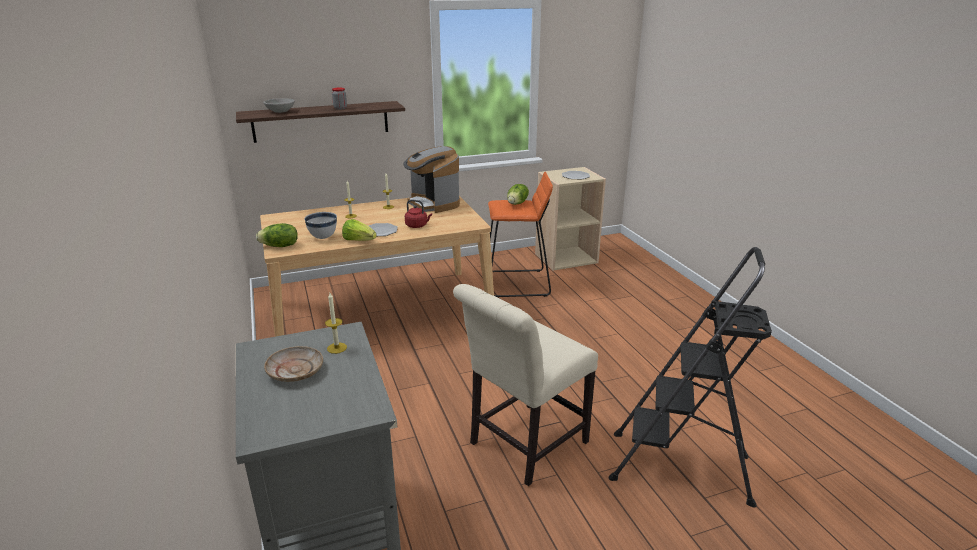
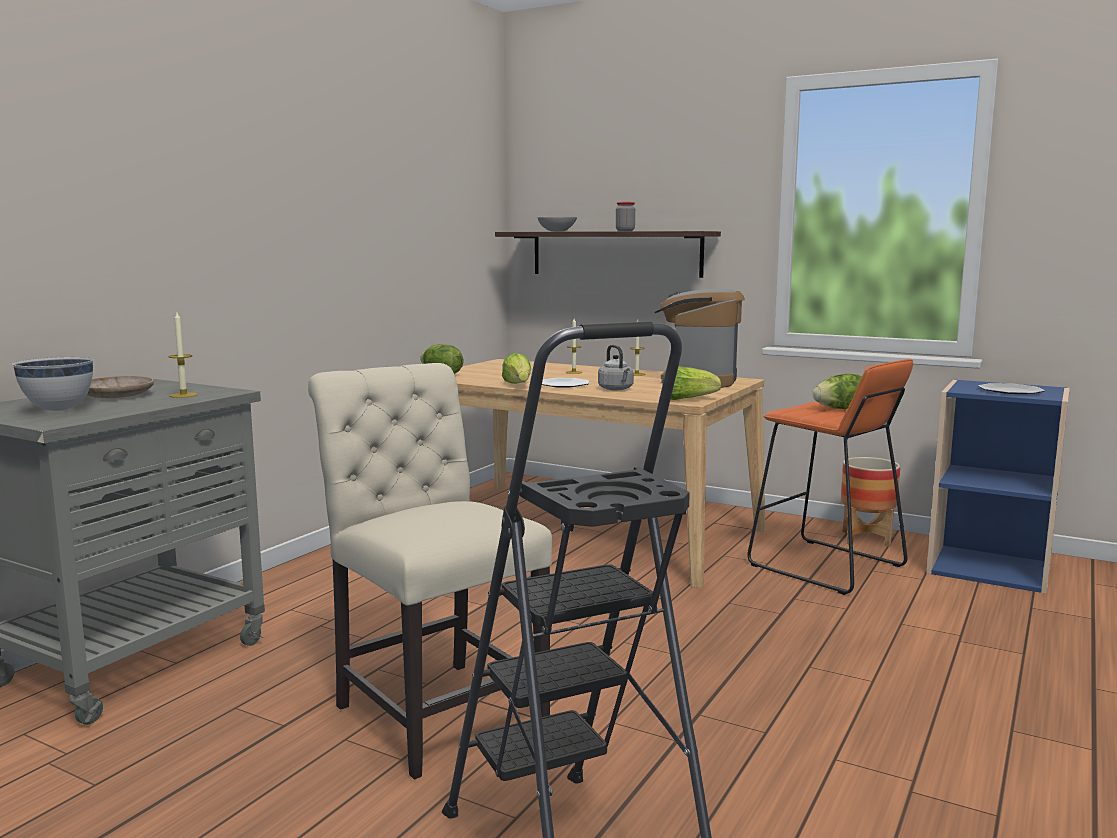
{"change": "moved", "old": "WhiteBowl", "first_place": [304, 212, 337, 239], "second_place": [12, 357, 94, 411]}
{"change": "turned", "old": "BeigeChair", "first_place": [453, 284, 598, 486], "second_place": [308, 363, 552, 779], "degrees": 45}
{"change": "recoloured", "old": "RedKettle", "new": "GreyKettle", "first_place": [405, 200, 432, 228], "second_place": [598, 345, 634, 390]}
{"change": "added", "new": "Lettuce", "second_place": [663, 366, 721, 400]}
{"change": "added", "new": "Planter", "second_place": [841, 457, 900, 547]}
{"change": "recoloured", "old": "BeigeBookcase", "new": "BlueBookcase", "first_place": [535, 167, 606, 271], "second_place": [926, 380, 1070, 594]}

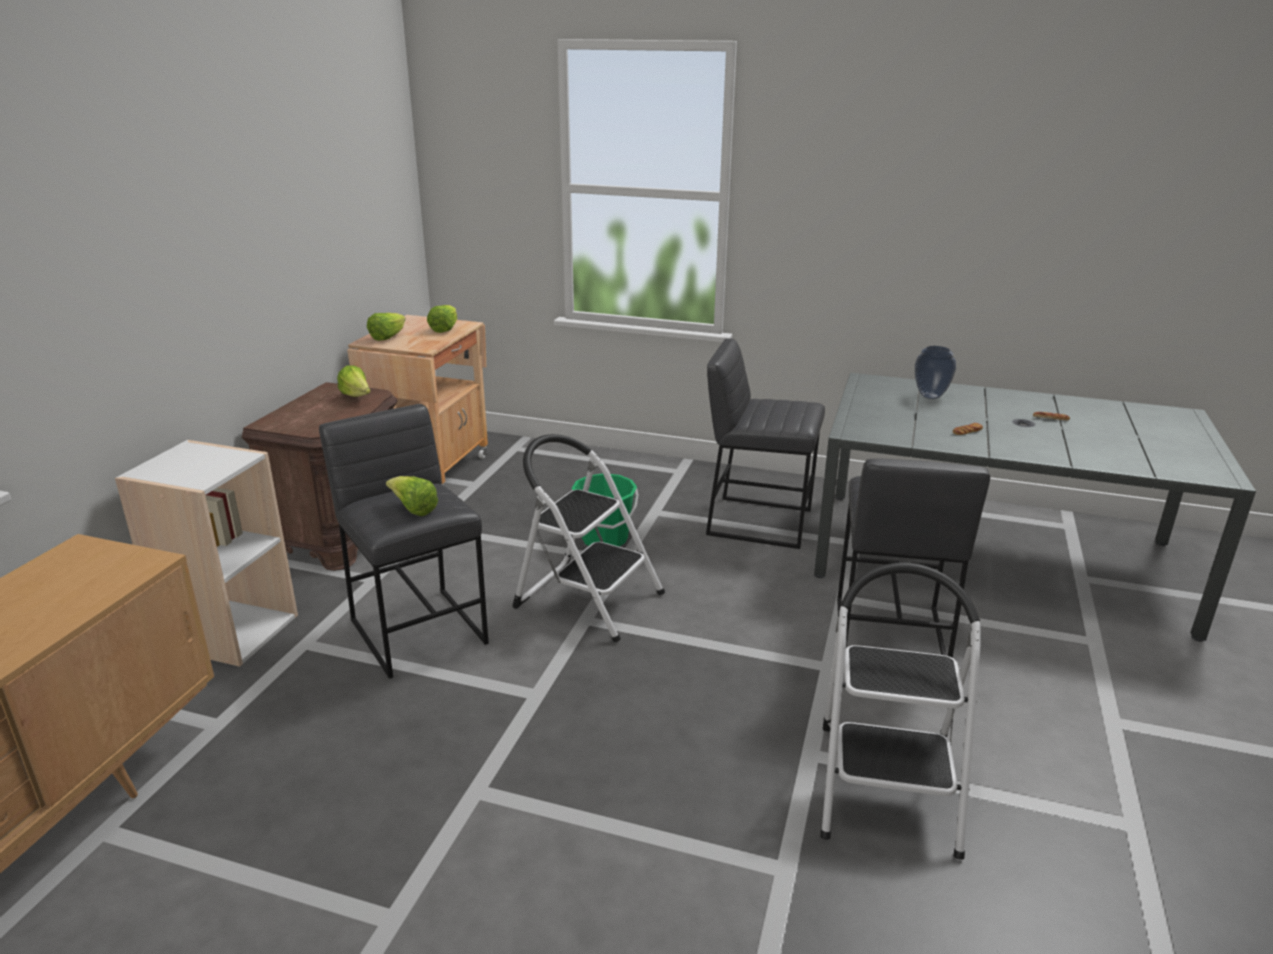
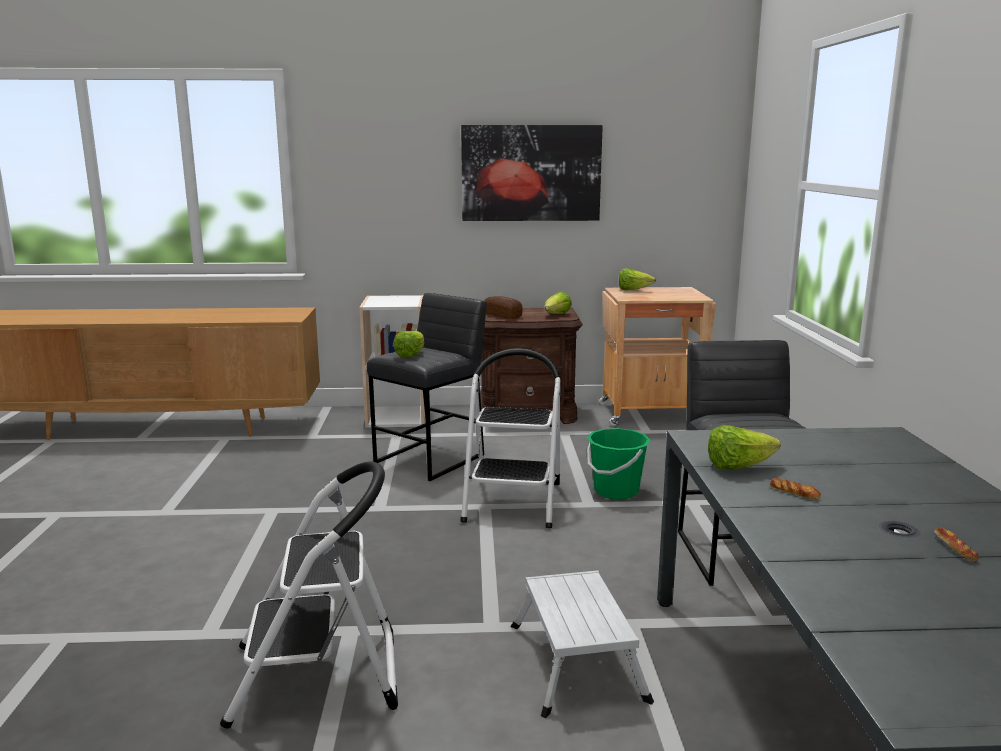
{"change": "added", "new": "Picture", "second_place": [461, 125, 603, 221]}
{"change": "added", "new": "Bread", "second_place": [485, 296, 523, 319]}
{"change": "replaced", "old": "GreyStool", "new": "WhiteStepLadder", "first_place": [837, 458, 990, 658], "second_place": [510, 570, 654, 718]}
{"change": "moved", "old": "Lettuce", "first_place": [427, 305, 457, 333], "second_place": [708, 425, 781, 470]}
{"change": "removed", "old": "Vase", "first_place": [915, 346, 956, 399]}

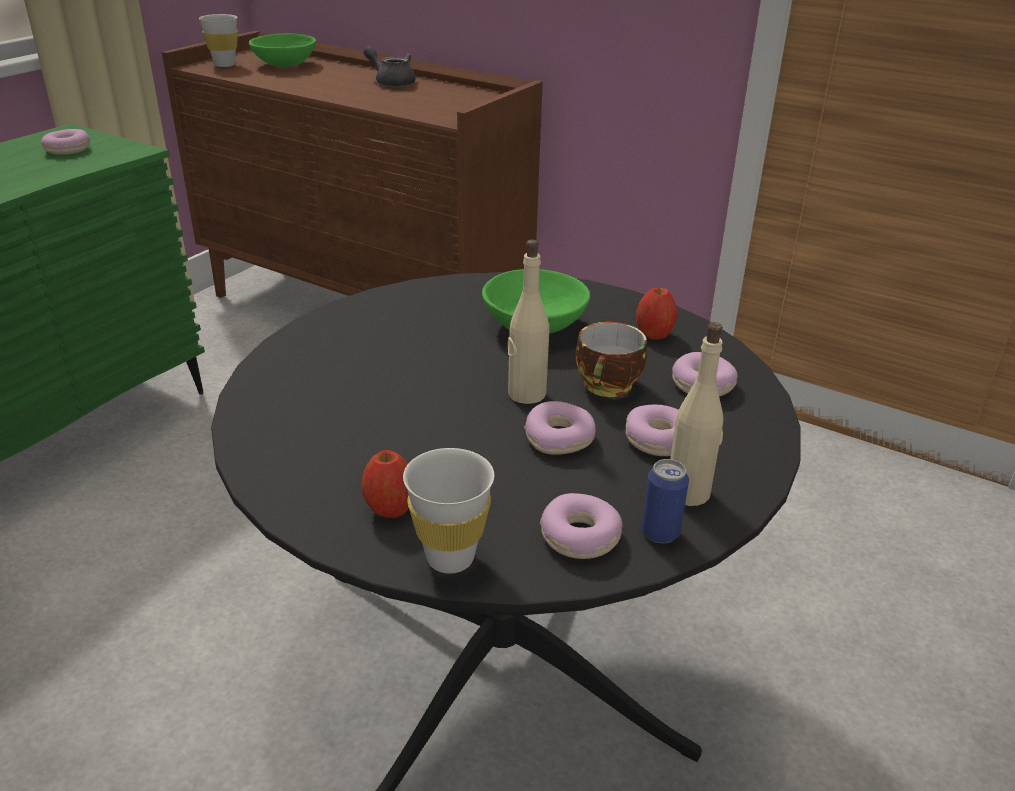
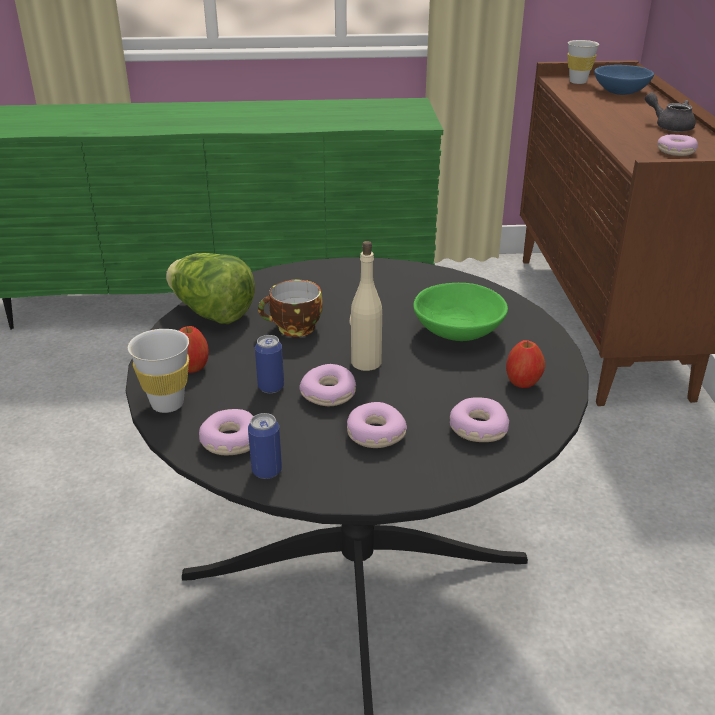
{"change": "added", "new": "Lettuce", "second_place": [166, 253, 255, 324]}
{"change": "added", "new": "Can", "second_place": [255, 335, 284, 393]}
{"change": "moved", "old": "Cup", "first_place": [576, 322, 647, 397], "second_place": [258, 280, 323, 337]}
{"change": "recoloured", "old": "GreenBowl", "new": "BlueBowl", "first_place": [249, 33, 316, 67], "second_place": [594, 65, 654, 95]}
{"change": "turned", "old": "GreyTeapot", "first_place": [364, 46, 415, 87], "second_place": [645, 92, 695, 132], "degrees": -45}
{"change": "moved", "old": "Donut", "first_place": [41, 129, 90, 155], "second_place": [657, 135, 698, 156]}
{"change": "removed", "old": "BeigeBottle", "first_place": [670, 322, 723, 506]}

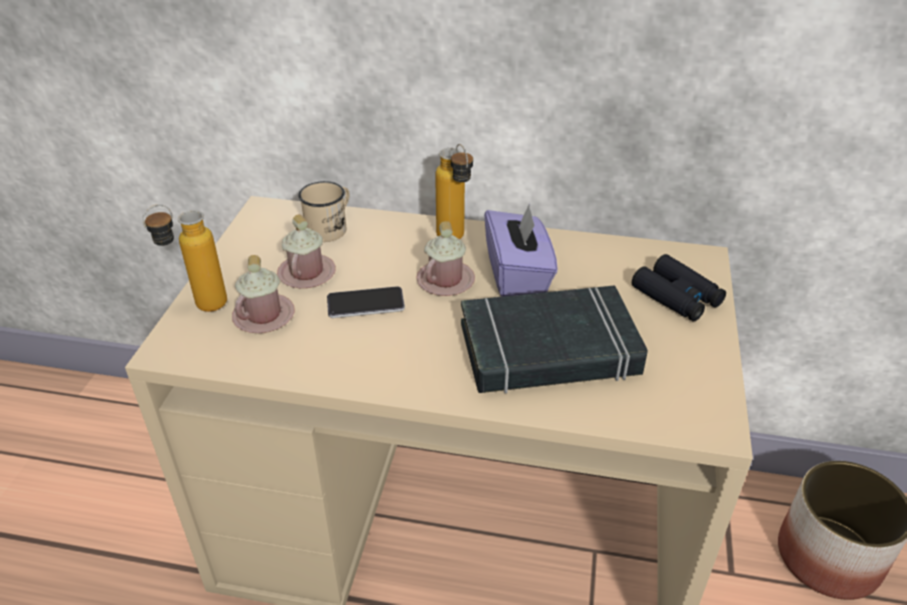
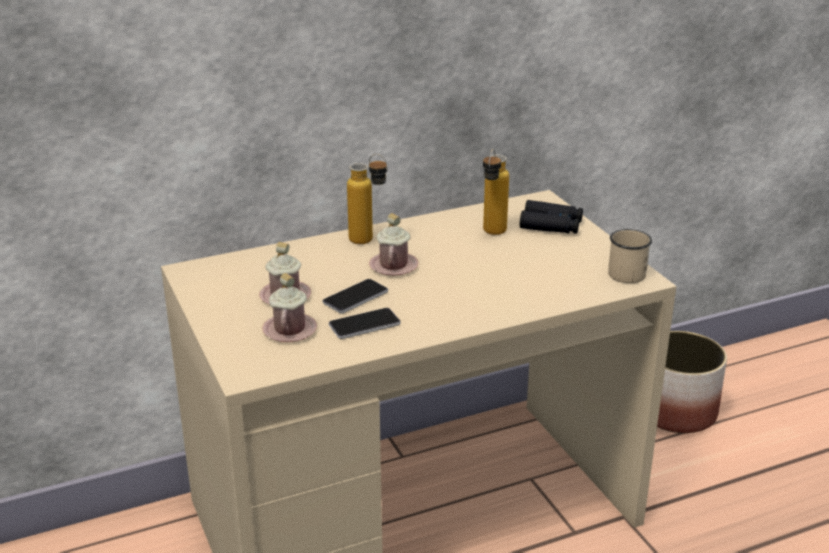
{"change": "added", "new": "Phone", "second_place": [329, 308, 401, 339]}
{"change": "moved", "old": "Bottle", "first_place": [142, 204, 227, 312], "second_place": [483, 149, 509, 235]}
{"change": "moved", "old": "BeigeMug", "first_place": [298, 181, 349, 242], "second_place": [608, 229, 652, 283]}
{"change": "removed", "old": "BlackBook", "first_place": [461, 285, 648, 394]}
{"change": "removed", "old": "PurpleTissueBox", "first_place": [484, 203, 558, 297]}

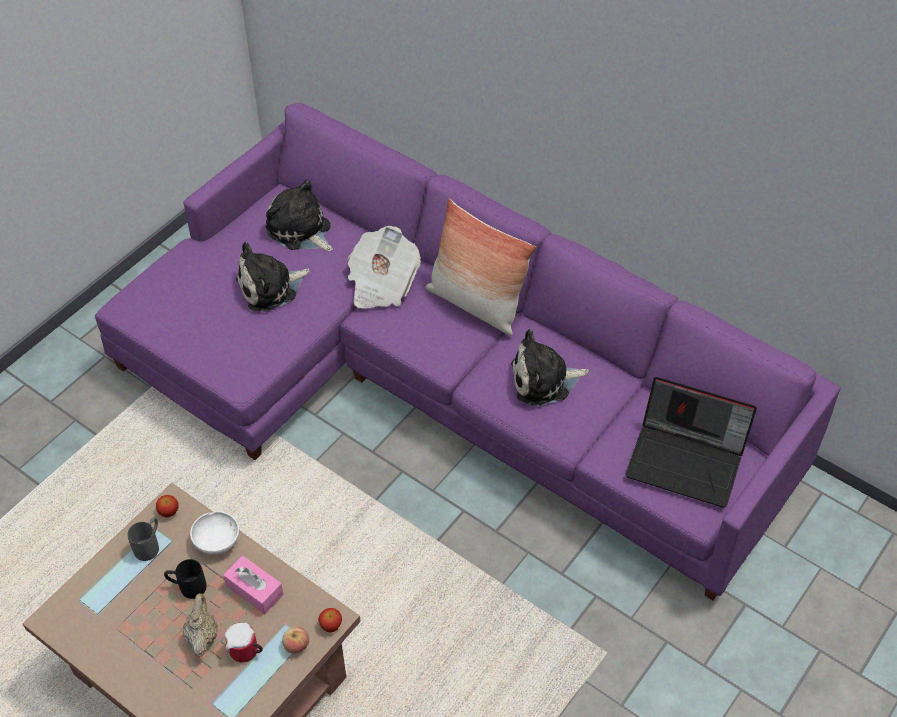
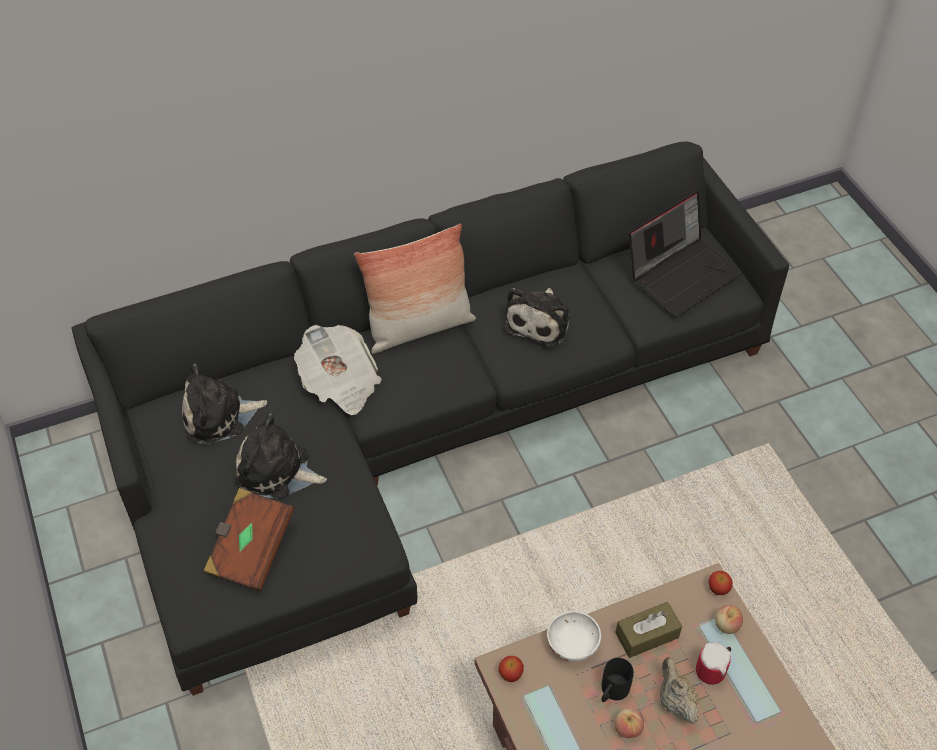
{"change": "recoloured", "old": "PurpleSofa", "new": "BlackSofa", "first_place": [95, 103, 841, 600], "second_place": [72, 142, 789, 696]}
{"change": "added", "new": "BrownBook", "second_place": [204, 488, 294, 591]}
{"change": "turned", "old": "PlushToy", "first_place": [236, 242, 310, 312], "second_place": [235, 413, 327, 499], "degrees": 105}
{"change": "recoloured", "old": "PinkTissueBox", "new": "BrownTissueBox", "first_place": [223, 555, 284, 614], "second_place": [615, 602, 682, 658]}
{"change": "added", "new": "Apple", "second_place": [615, 709, 644, 738]}
{"change": "turned", "old": "BeigeTeapot", "first_place": [183, 593, 218, 656], "second_place": [660, 657, 699, 724], "degrees": 45}
{"change": "removed", "old": "GreyMug", "first_place": [127, 517, 159, 561]}

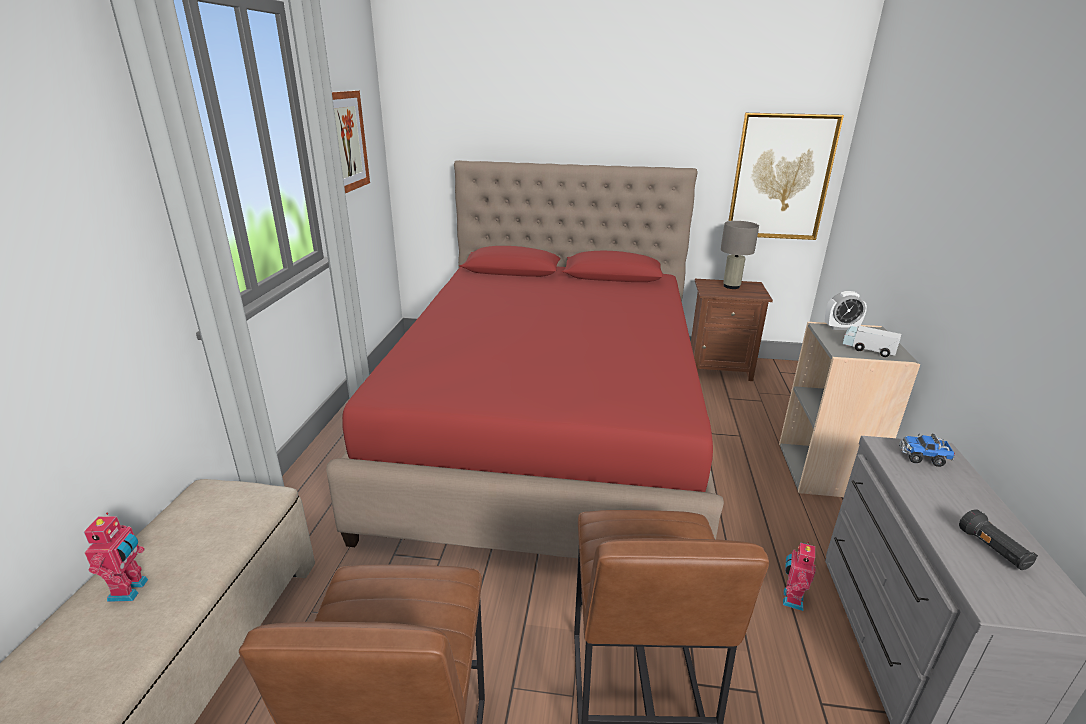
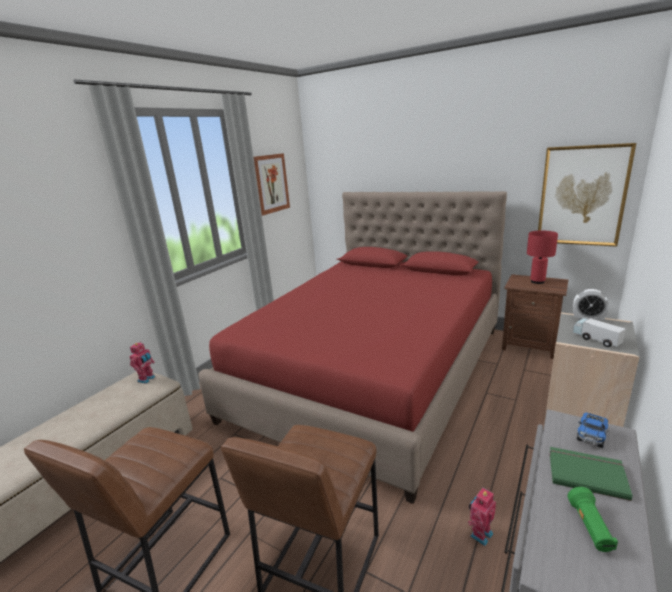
{"change": "moved", "old": "ToyRobot", "first_place": [84, 513, 148, 602], "second_place": [129, 341, 155, 384]}
{"change": "recoloured", "old": "GreyTableLamp", "new": "RedTableLamp", "first_place": [721, 221, 759, 289], "second_place": [527, 230, 558, 284]}
{"change": "added", "new": "GreenBook", "second_place": [549, 447, 633, 501]}
{"change": "recoloured", "old": "BlackFlashlight", "new": "GreenFlashlight", "first_place": [959, 509, 1038, 570], "second_place": [568, 487, 618, 552]}
{"change": "turned", "old": "ToyTruck", "first_place": [899, 433, 955, 467], "second_place": [577, 413, 609, 448], "degrees": -90}

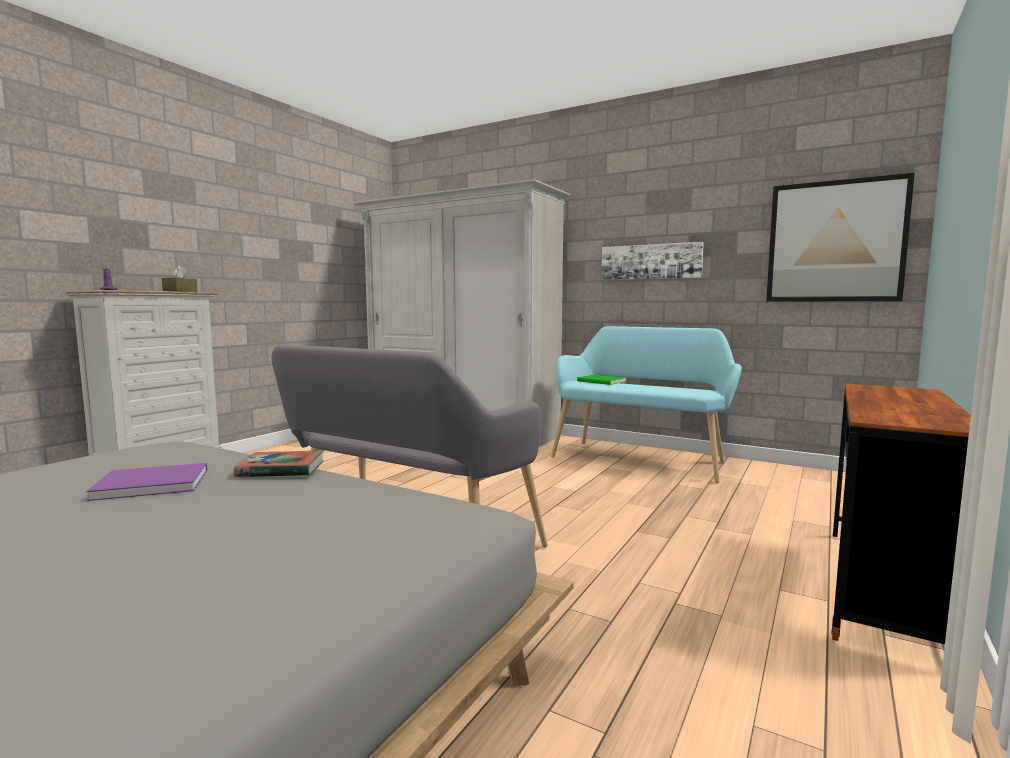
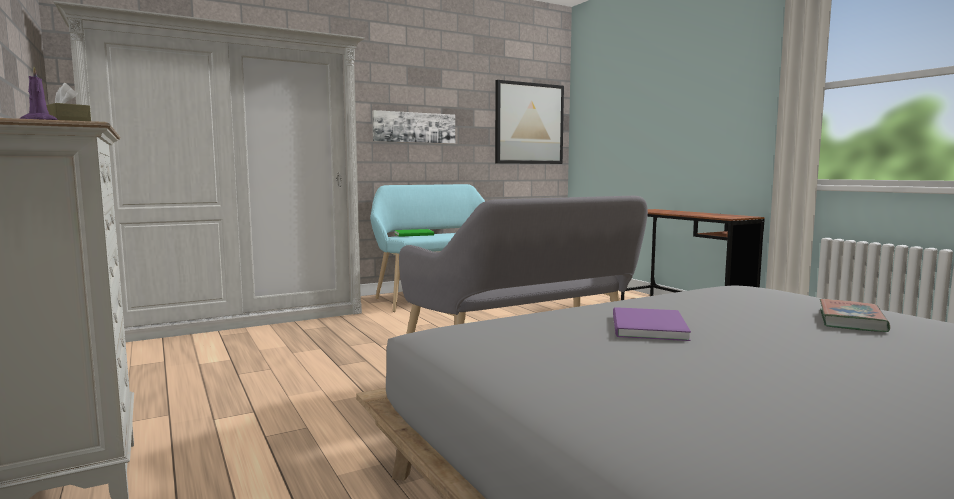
{"change": "moved", "old": "Book", "first_place": [234, 450, 324, 477], "second_place": [820, 299, 890, 332]}

